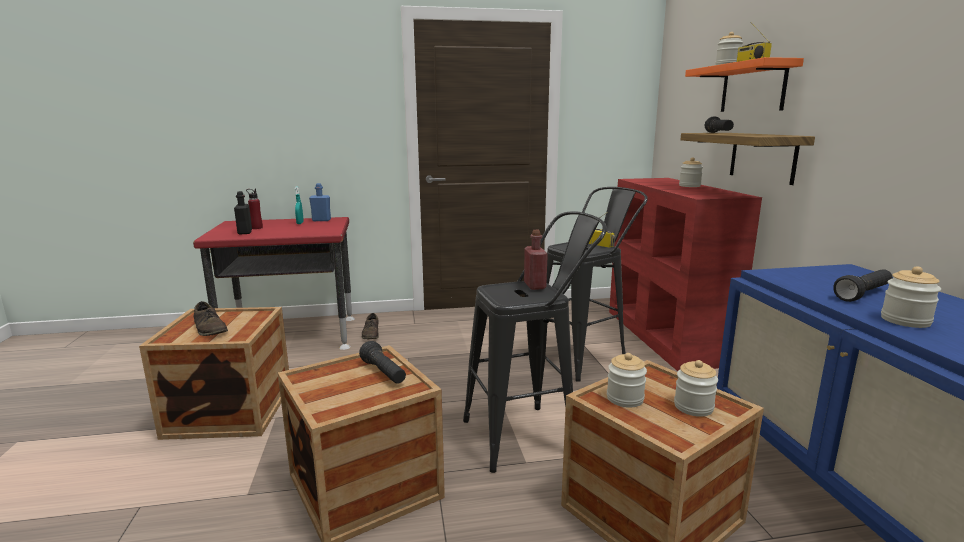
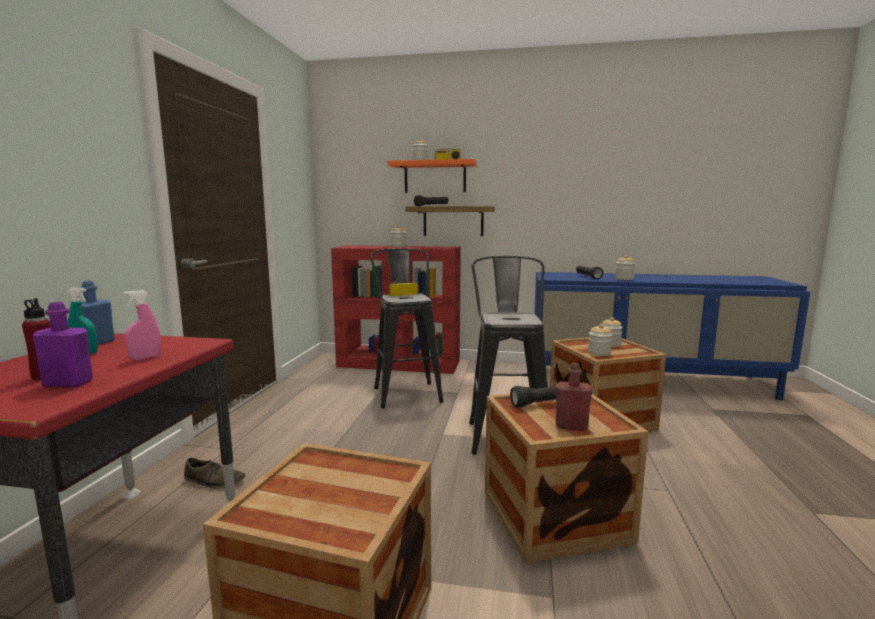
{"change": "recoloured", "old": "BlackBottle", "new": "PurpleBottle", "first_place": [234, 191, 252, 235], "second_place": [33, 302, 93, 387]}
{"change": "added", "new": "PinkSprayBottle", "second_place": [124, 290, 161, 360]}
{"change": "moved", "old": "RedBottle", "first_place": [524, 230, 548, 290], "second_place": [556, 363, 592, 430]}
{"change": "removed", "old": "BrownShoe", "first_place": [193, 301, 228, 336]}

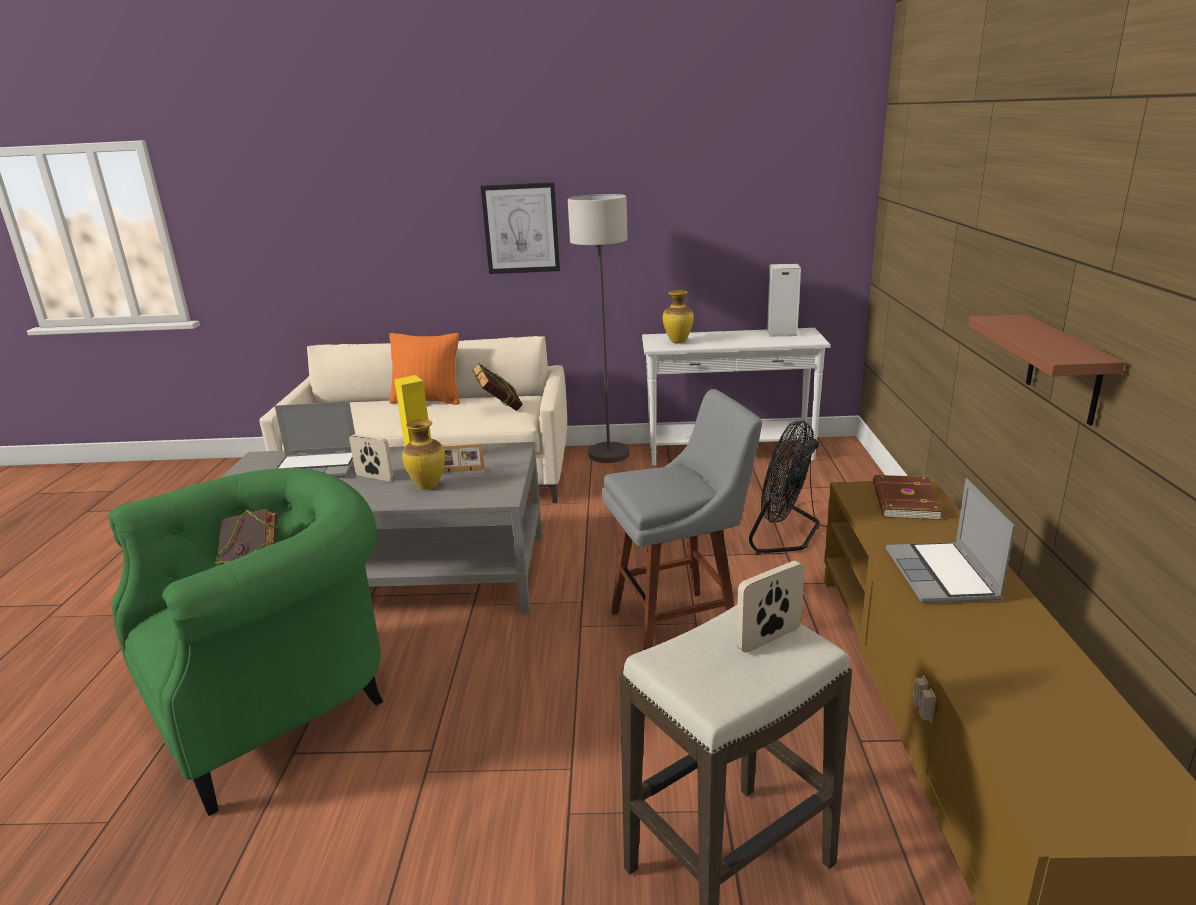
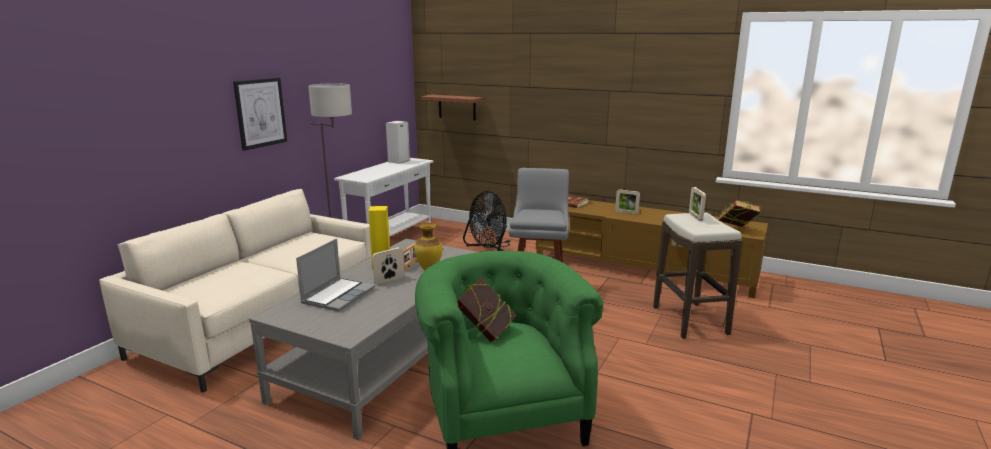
{"change": "moved", "old": "BrownShelf", "first_place": [968, 314, 1124, 426], "second_place": [421, 95, 483, 121]}
{"change": "replaced", "old": "Laptop", "new": "PictureFrame", "first_place": [886, 478, 1015, 603], "second_place": [615, 189, 640, 214]}
{"change": "moved", "old": "Book", "first_place": [472, 363, 523, 411], "second_place": [719, 200, 761, 227]}
{"change": "removed", "old": "OrangePillow", "first_place": [389, 333, 460, 405]}
{"change": "removed", "old": "Vase", "first_place": [663, 290, 694, 343]}

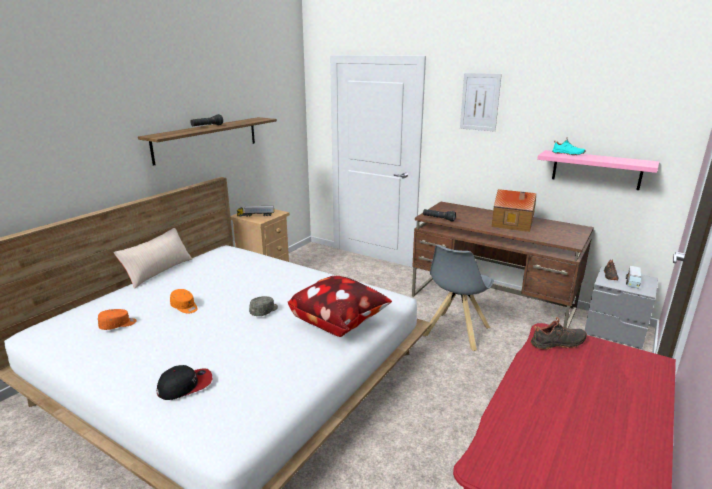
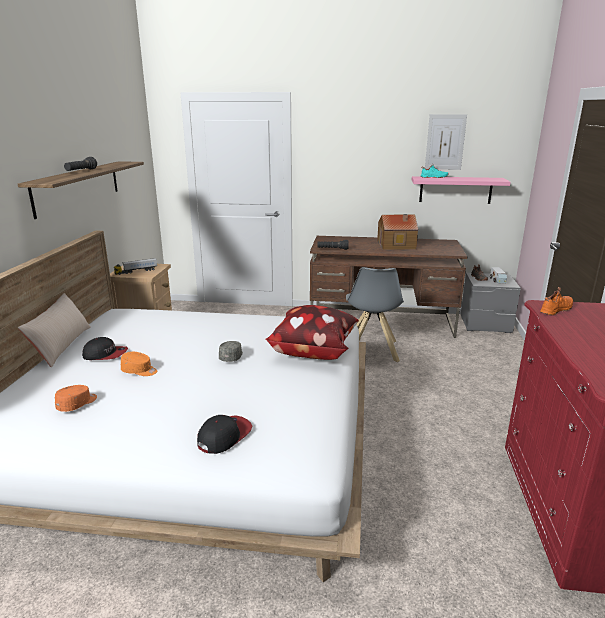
{"change": "added", "new": "Cap", "second_place": [82, 337, 128, 360]}
{"change": "moved", "old": "Picture", "first_place": [460, 73, 502, 132], "second_place": [425, 114, 467, 170]}
{"change": "recoloured", "old": "BlackShoe", "new": "OrangeShoe", "first_place": [531, 317, 587, 350], "second_place": [540, 287, 573, 315]}

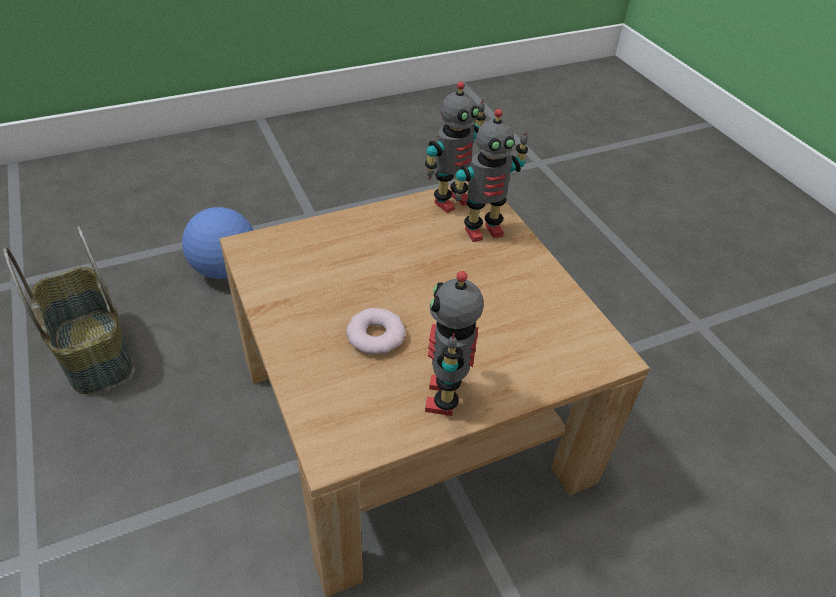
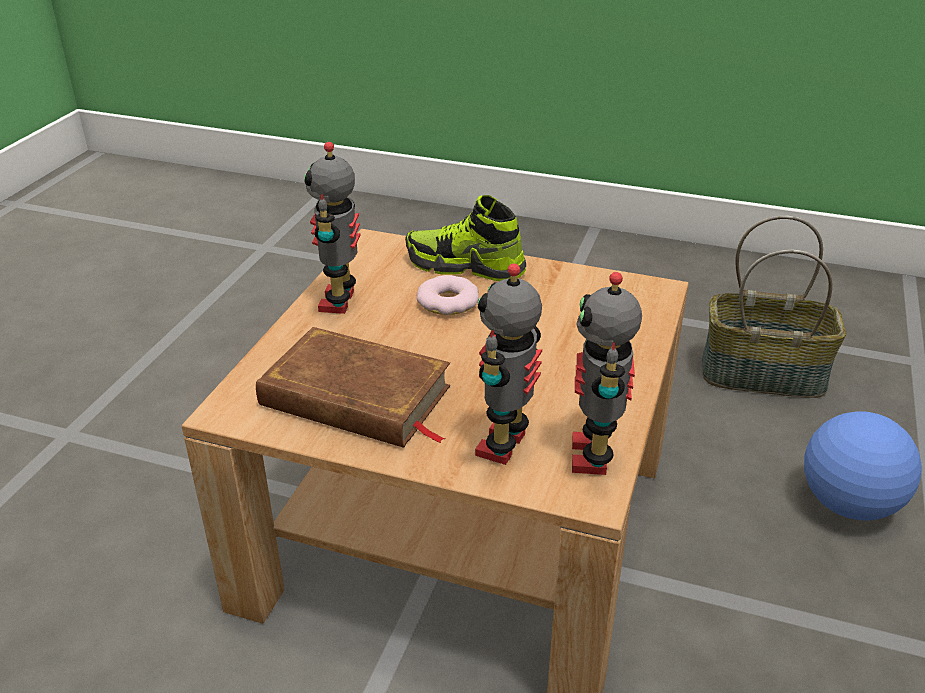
{"change": "added", "new": "BrownBook", "second_place": [256, 327, 450, 448]}
{"change": "turned", "old": "ToyRobot", "first_place": [425, 271, 484, 416], "second_place": [304, 142, 360, 314], "degrees": -135}
{"change": "added", "new": "Shoe", "second_place": [405, 195, 526, 281]}

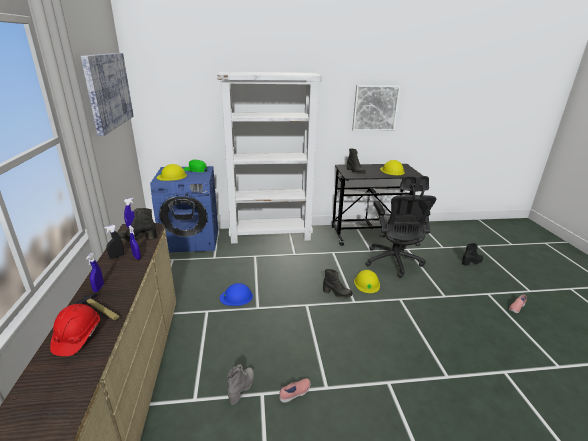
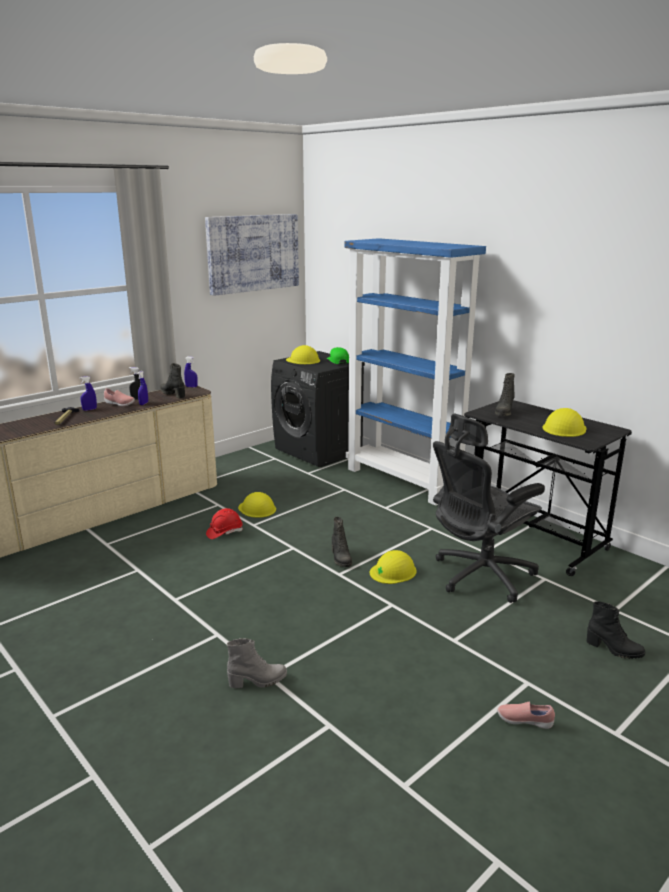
{"change": "moved", "old": "PinkShoe", "first_place": [279, 378, 311, 403], "second_place": [104, 388, 135, 406]}
{"change": "moved", "old": "RedHardHat", "first_place": [50, 304, 100, 356], "second_place": [206, 508, 243, 539]}
{"change": "moved", "old": "GreyBoot", "first_place": [228, 364, 254, 405], "second_place": [227, 638, 287, 688]}
{"change": "recoloured", "old": "BlueHardHat", "new": "YellowHardHat", "first_place": [220, 283, 253, 306], "second_place": [238, 492, 276, 518]}
{"change": "recoloured", "old": "BlueWashingMachine", "new": "BlackWashingMachine", "first_place": [150, 166, 218, 253], "second_place": [271, 351, 365, 467]}
{"change": "recoloured", "old": "WhiteBookcase", "new": "BlueBookcase", "first_place": [217, 71, 322, 244], "second_place": [344, 238, 486, 506]}
{"change": "removed", "old": "Picture", "first_place": [352, 85, 401, 131]}

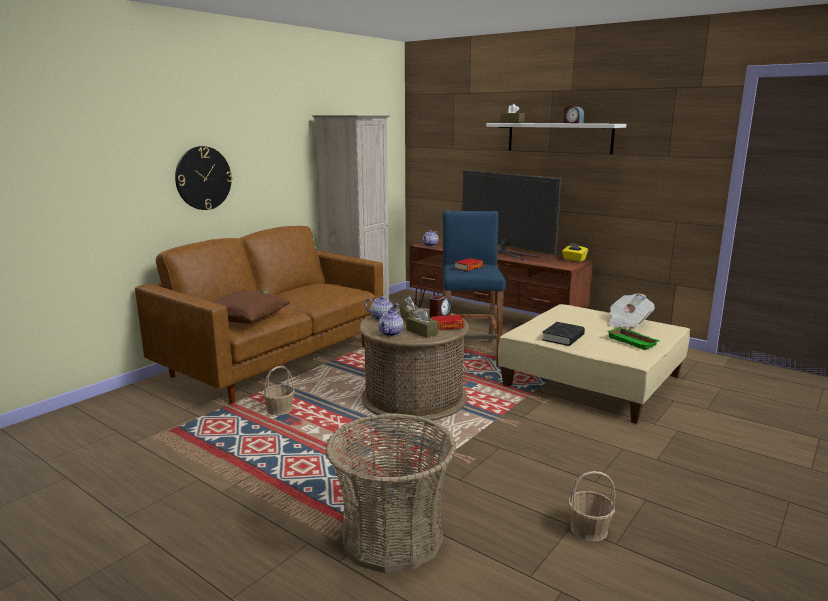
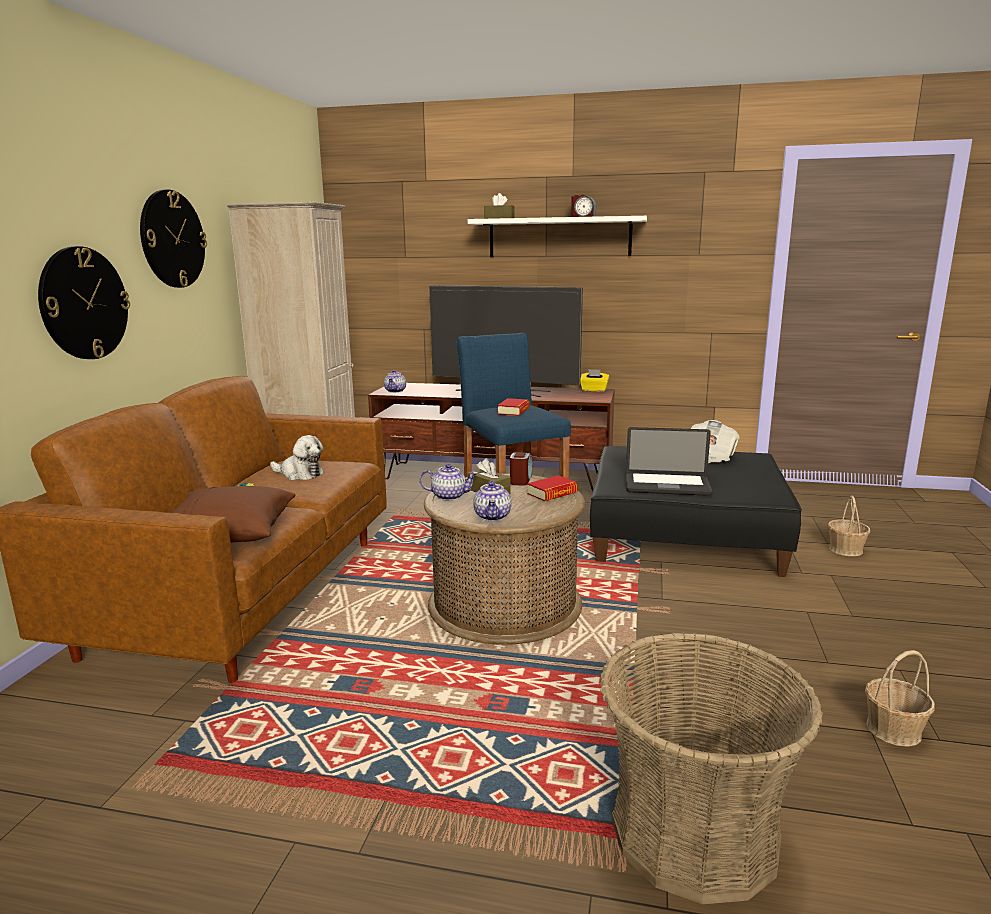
{"change": "added", "new": "WallClock", "second_place": [140, 190, 207, 288]}
{"change": "added", "new": "PlushToy", "second_place": [270, 435, 324, 480]}
{"change": "recoloured", "old": "BeigeOttoman", "new": "BlackOttoman", "first_place": [498, 304, 690, 424], "second_place": [590, 446, 802, 577]}
{"change": "replaced", "old": "BlackBook", "new": "Laptop", "first_place": [542, 322, 585, 346], "second_place": [626, 427, 713, 496]}
{"change": "moved", "old": "Basket", "first_place": [262, 366, 295, 415], "second_place": [828, 496, 870, 556]}
{"change": "removed", "old": "BrownTissueBox", "first_place": [406, 308, 438, 337]}
{"change": "removed", "old": "GreenTray", "first_place": [607, 327, 660, 350]}

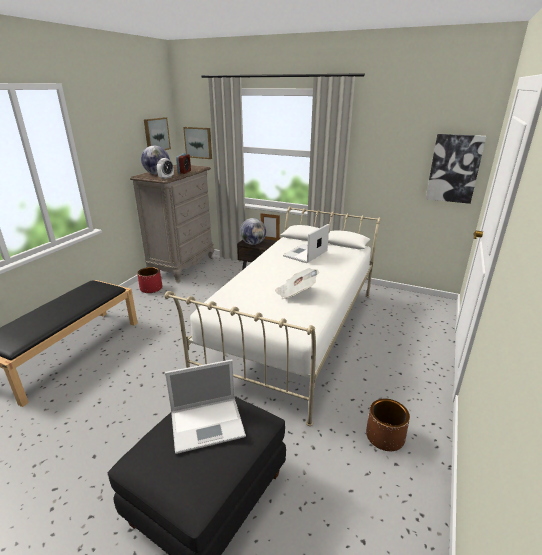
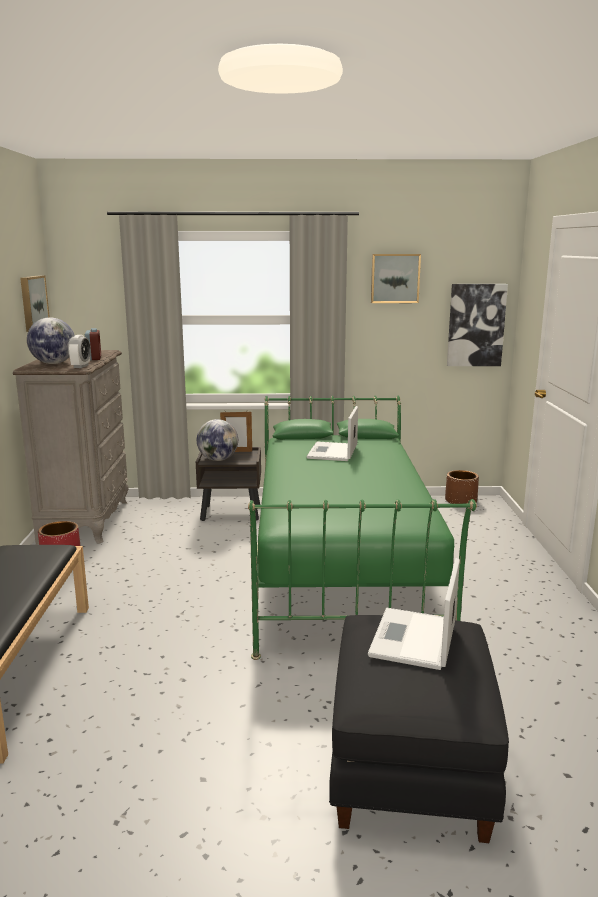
{"change": "recoloured", "old": "WhiteBed", "new": "GreenBed", "first_place": [165, 206, 381, 426], "second_place": [248, 396, 477, 660]}
{"change": "turned", "old": "Laptop", "first_place": [165, 359, 246, 454], "second_place": [368, 558, 460, 670], "degrees": 150}
{"change": "moved", "old": "Picture", "first_place": [183, 127, 212, 159], "second_place": [371, 254, 421, 303]}
{"change": "moved", "old": "BrownPlanter", "first_place": [366, 398, 410, 451], "second_place": [445, 470, 479, 504]}
{"change": "removed", "old": "Newspaper", "first_place": [275, 268, 319, 299]}

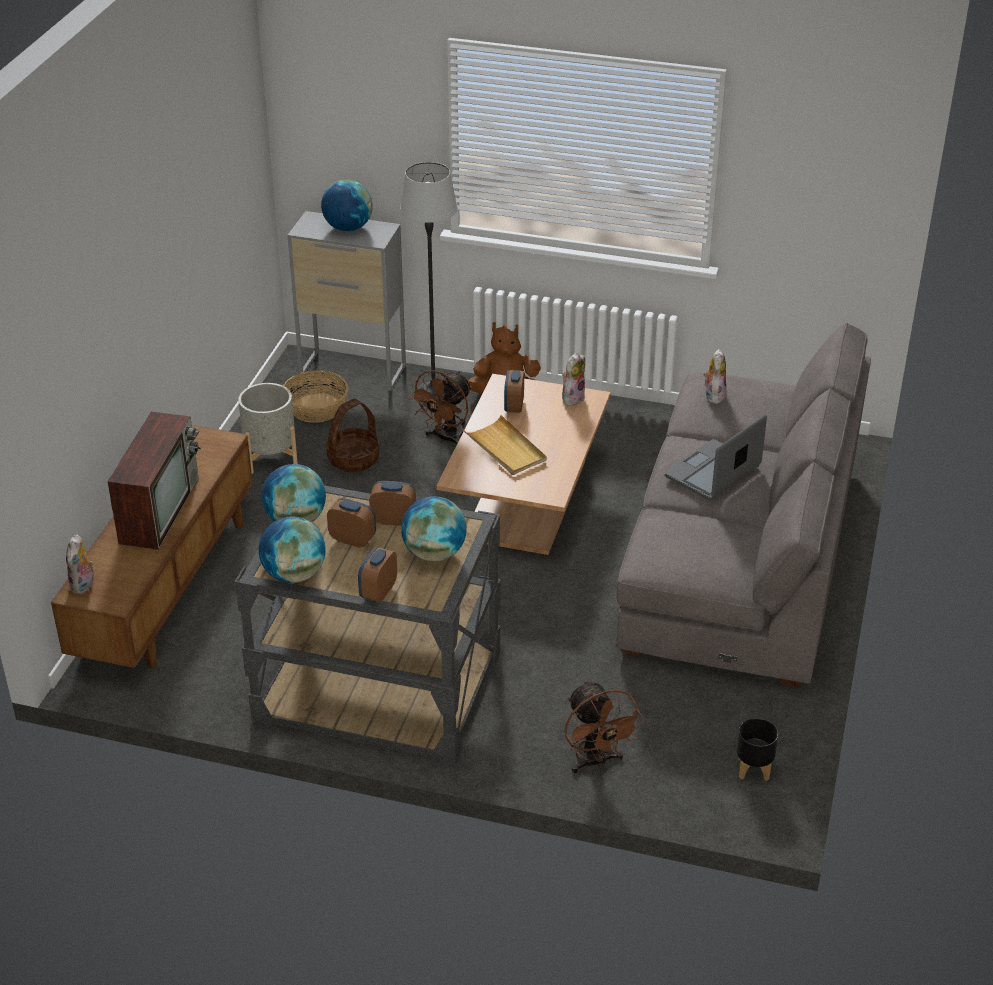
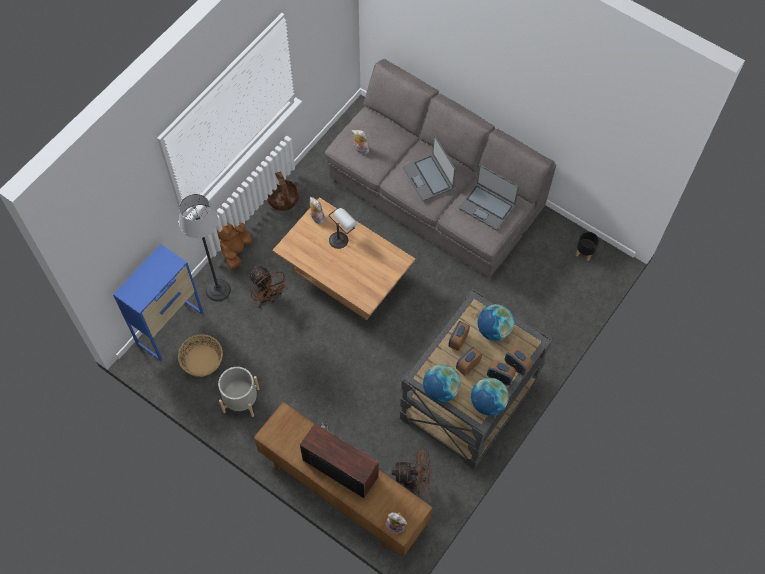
{"change": "recoloured", "old": "GreyCabinet", "new": "BlueCabinet", "first_place": [288, 211, 406, 391], "second_place": [113, 244, 204, 361]}
{"change": "moved", "old": "Basket", "first_place": [326, 399, 380, 472], "second_place": [267, 172, 299, 211]}
{"change": "added", "new": "TableLamp", "second_place": [329, 208, 357, 249]}
{"change": "moved", "old": "BrownFan", "first_place": [564, 680, 645, 773], "second_place": [392, 450, 430, 496]}
{"change": "added", "new": "Laptop", "second_place": [459, 165, 519, 230]}
{"change": "moved", "old": "AlarmClock", "first_place": [504, 370, 524, 413], "second_place": [487, 360, 516, 386]}
{"change": "removed", "old": "Globe", "first_place": [321, 179, 373, 231]}
{"change": "removed", "old": "BeigeTray", "first_place": [463, 415, 547, 475]}

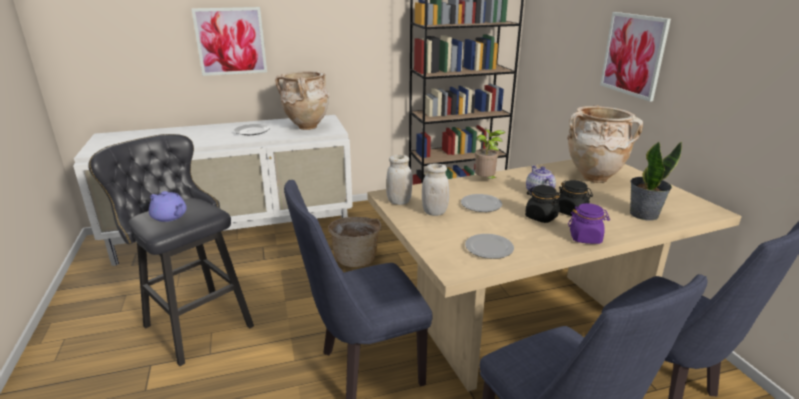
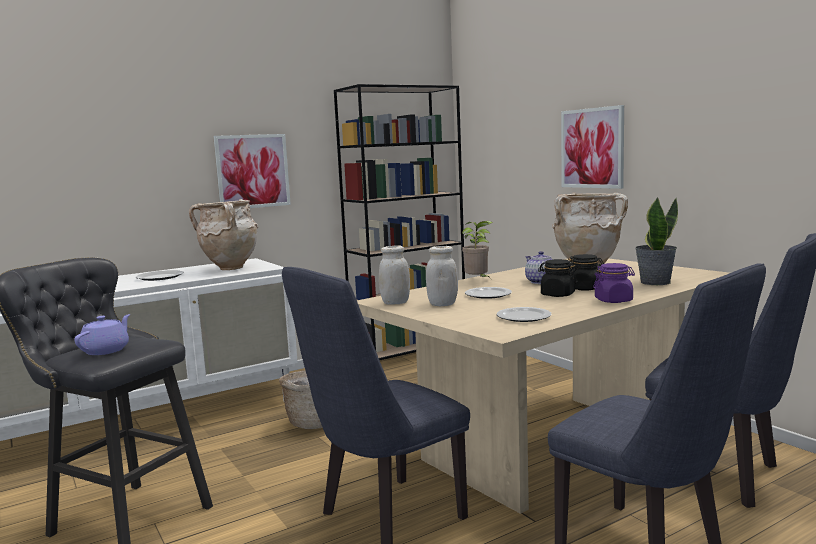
{"change": "turned", "old": "PurpleTeapot", "first_place": [149, 191, 187, 222], "second_place": [74, 314, 130, 355], "degrees": -90}
{"change": "moved", "old": "Picture", "first_place": [191, 7, 267, 76], "second_place": [213, 134, 291, 208]}

